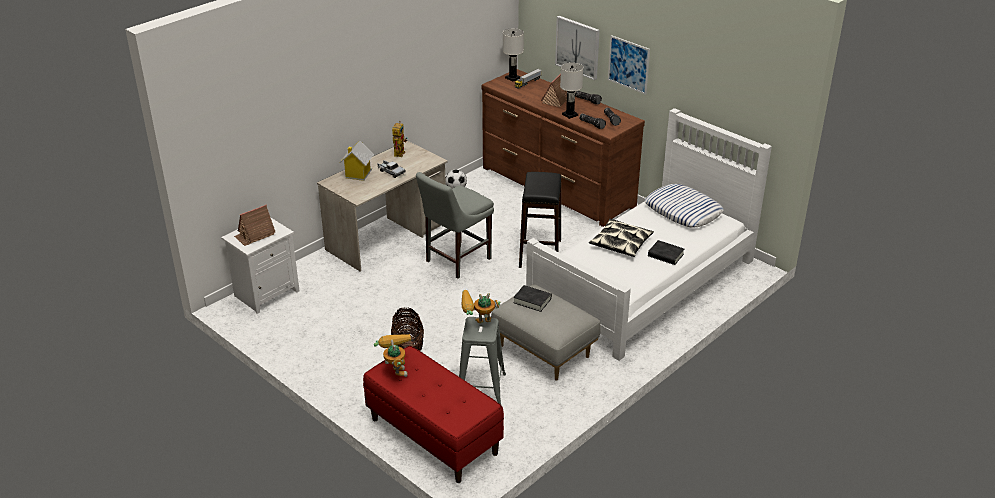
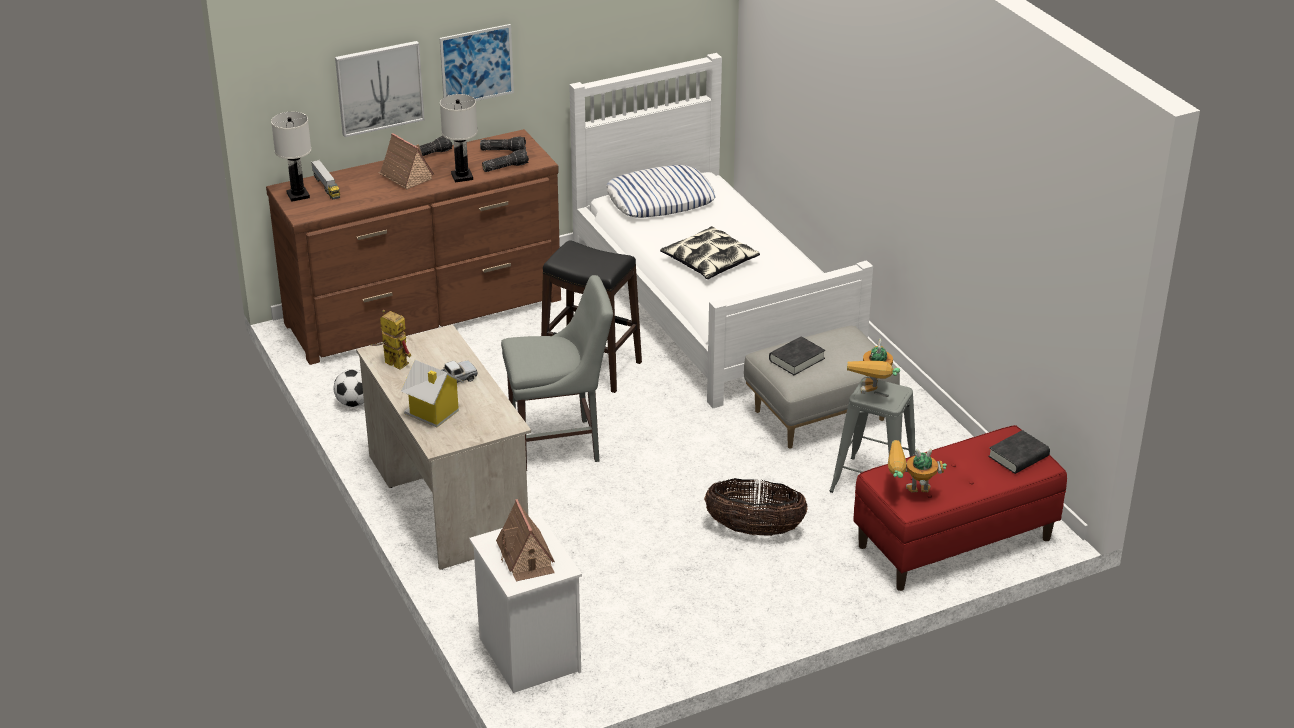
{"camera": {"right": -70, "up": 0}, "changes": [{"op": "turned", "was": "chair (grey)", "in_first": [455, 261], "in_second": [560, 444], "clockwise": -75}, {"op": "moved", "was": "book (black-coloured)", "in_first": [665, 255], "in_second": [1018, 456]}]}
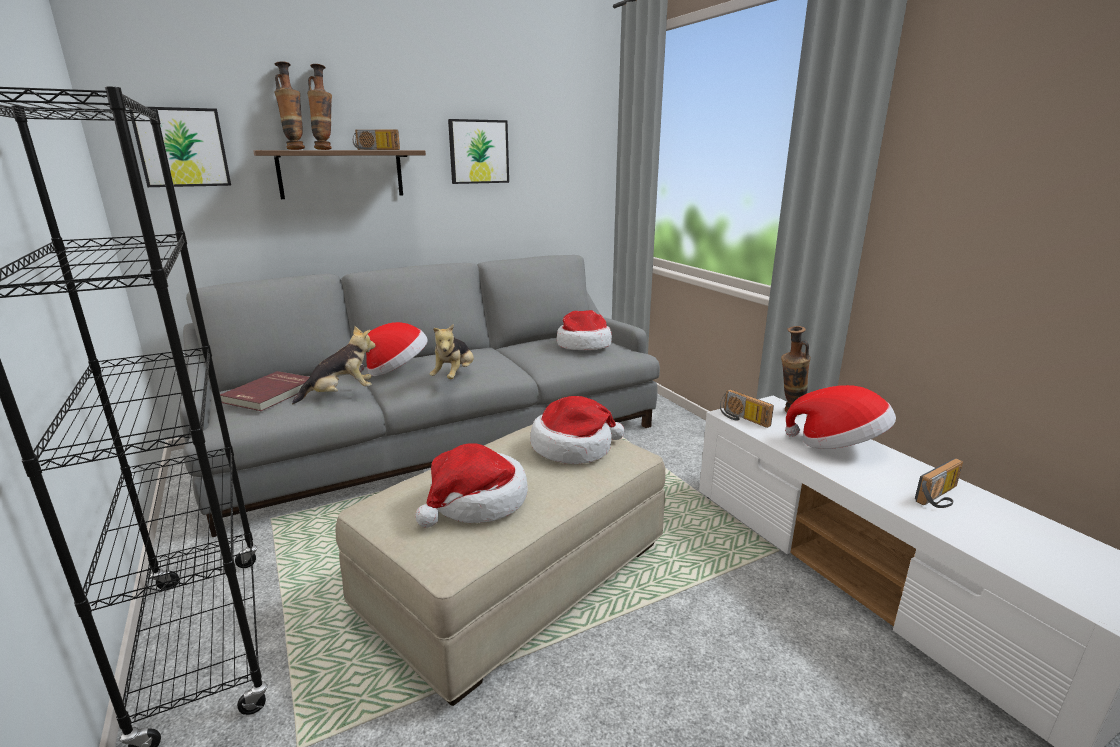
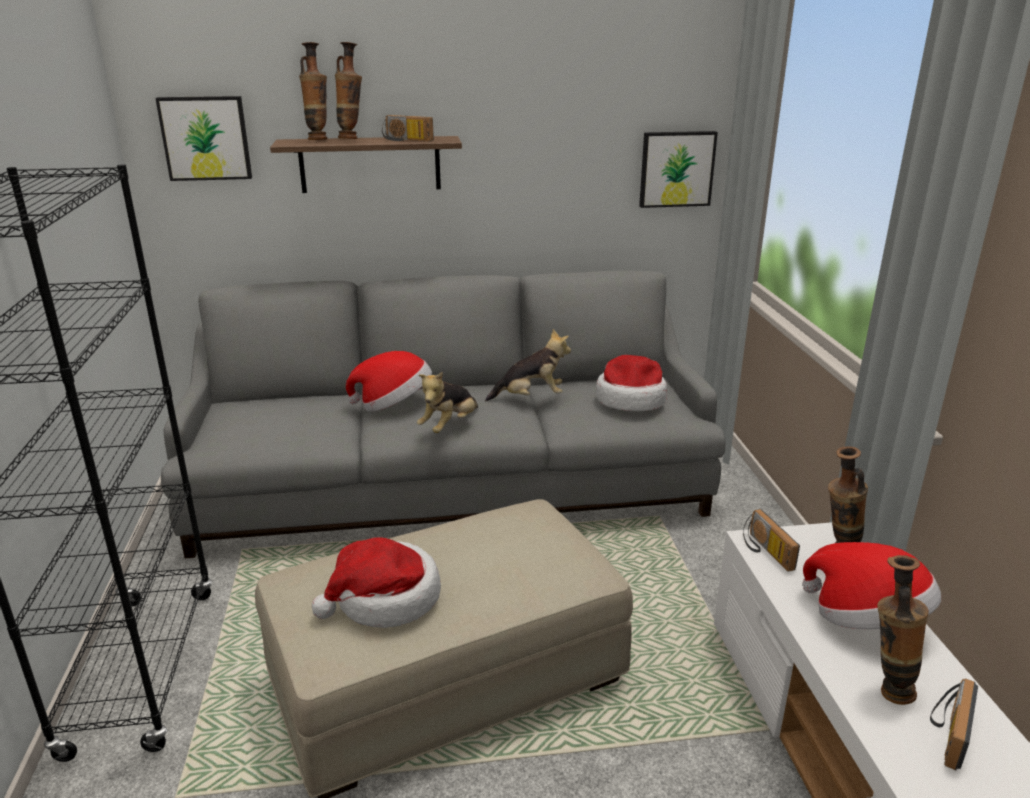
{"camera": {"right": 20, "up": 5}, "changes": [{"op": "moved", "was": "picture", "in_first": [478, 152], "in_second": [676, 169]}, {"op": "moved", "was": "cuddly toy", "in_first": [341, 394], "in_second": [531, 397]}, {"op": "removed", "was": "book (red-coloured)", "in_first": [271, 394]}, {"op": "removed", "was": "wearable hat", "in_first": [574, 447]}, {"op": "turned", "was": "radio receiver", "in_first": [941, 497], "in_second": [946, 731], "clockwise": 135}, {"op": "added", "now": "decorative vase", "in_second": [886, 688]}]}
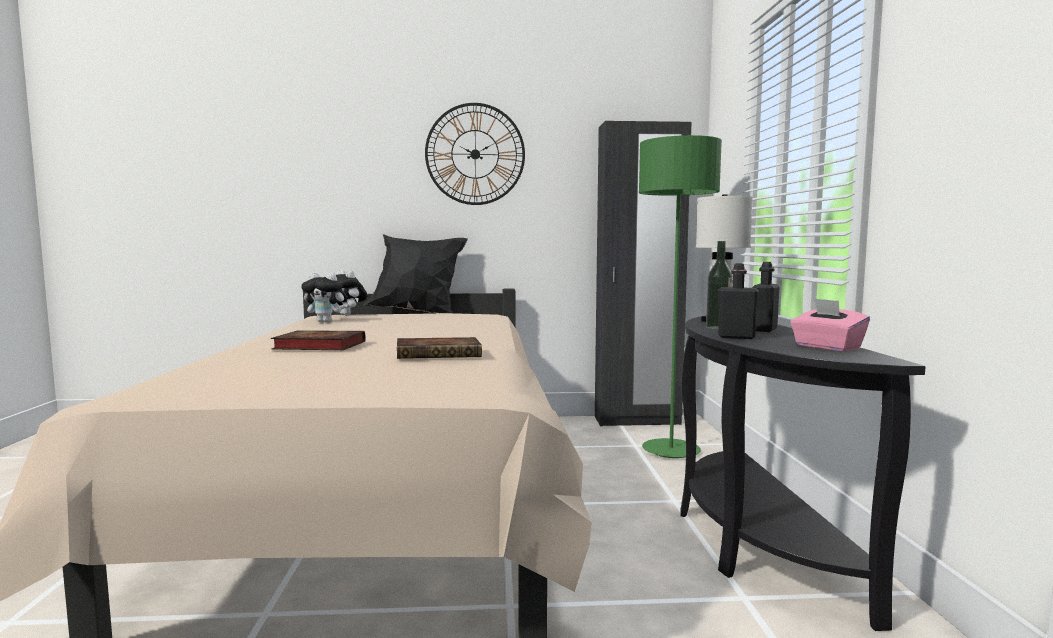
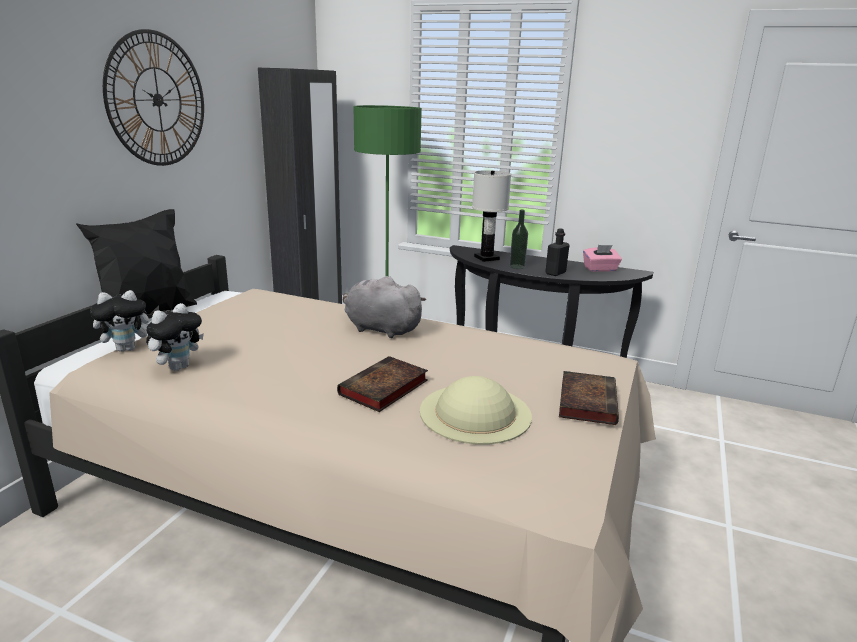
{"camera": {"right": -65, "up": 15}, "changes": [{"op": "removed", "was": "drink bottle (black-coloured)", "in_first": [763, 330]}, {"op": "moved", "was": "book", "in_first": [440, 354], "in_second": [586, 401]}, {"op": "added", "now": "cuddly toy (grey)", "in_second": [380, 329]}, {"op": "added", "now": "wearable hat (beige)", "in_second": [475, 413]}]}
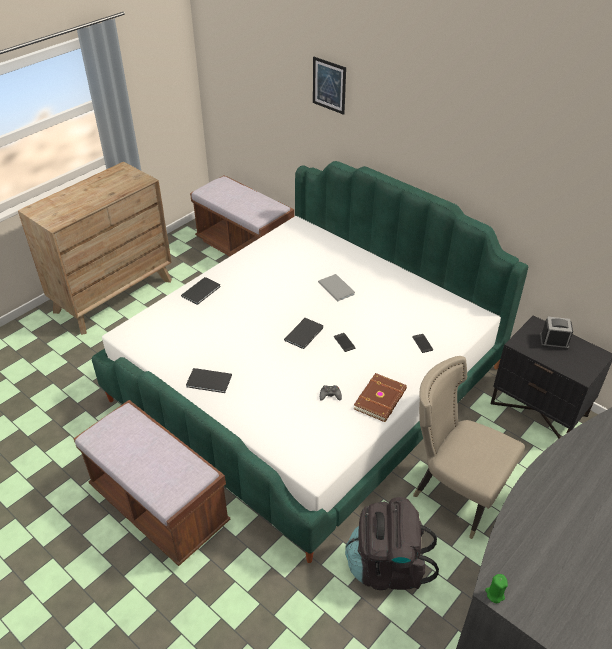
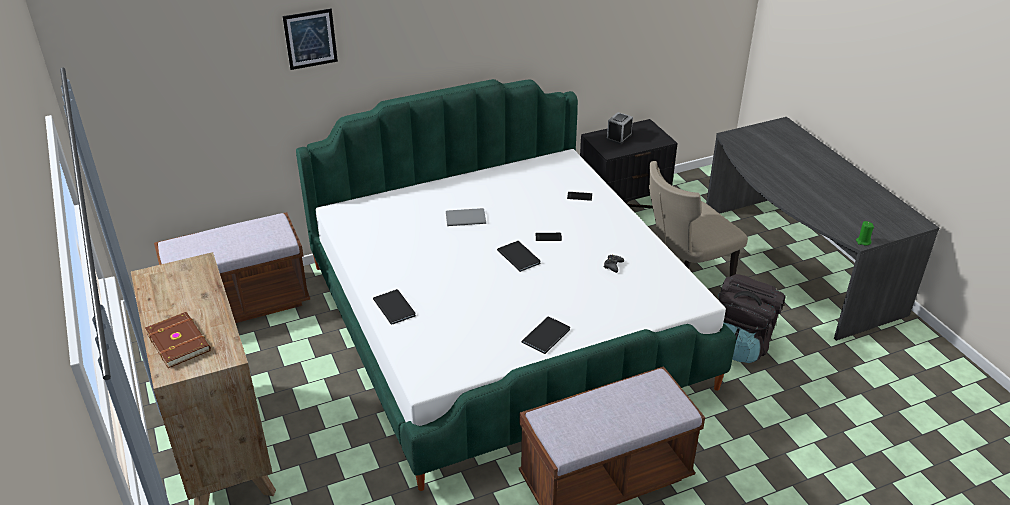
{"camera": {"right": -65, "up": -5}, "changes": [{"op": "moved", "was": "book (brownish)", "in_first": [381, 399], "in_second": [179, 341]}]}
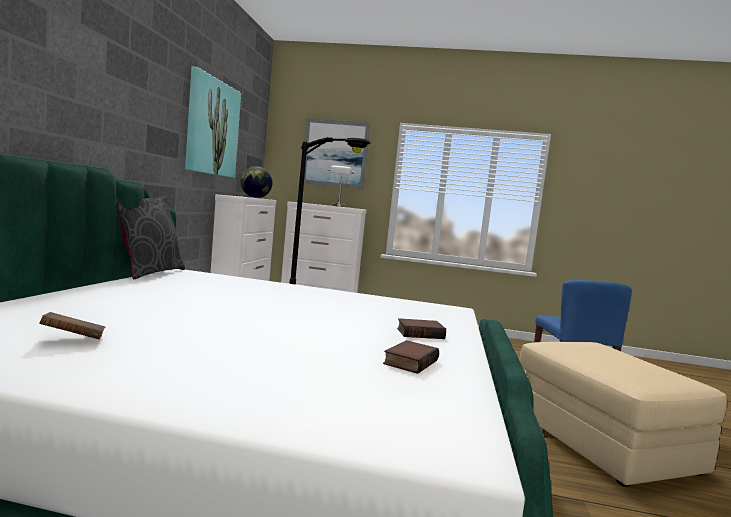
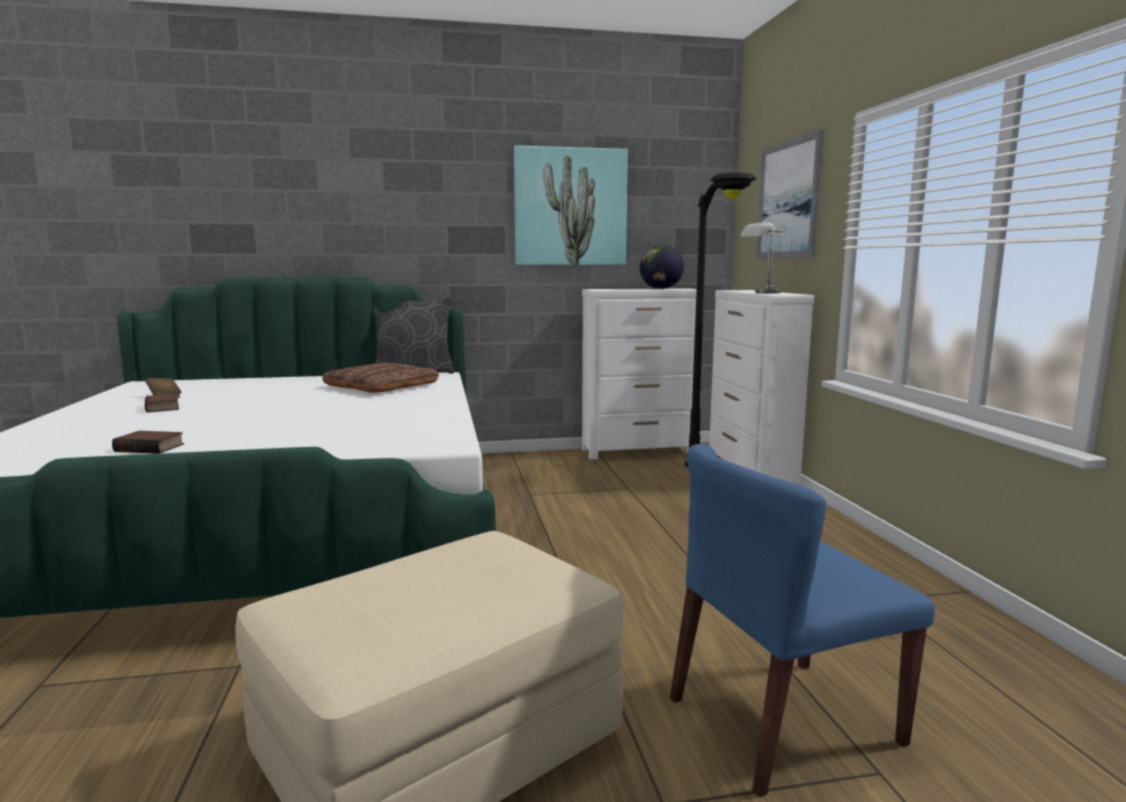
{"camera": {"right": 70, "up": 5}, "changes": [{"op": "moved", "was": "book", "in_first": [420, 333], "in_second": [164, 407]}, {"op": "added", "now": "throw pillow (brownish)", "in_second": [381, 386]}]}
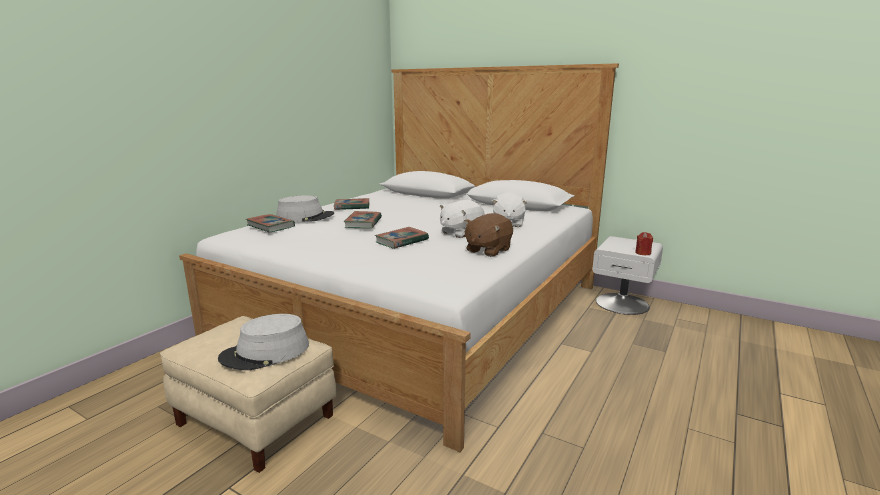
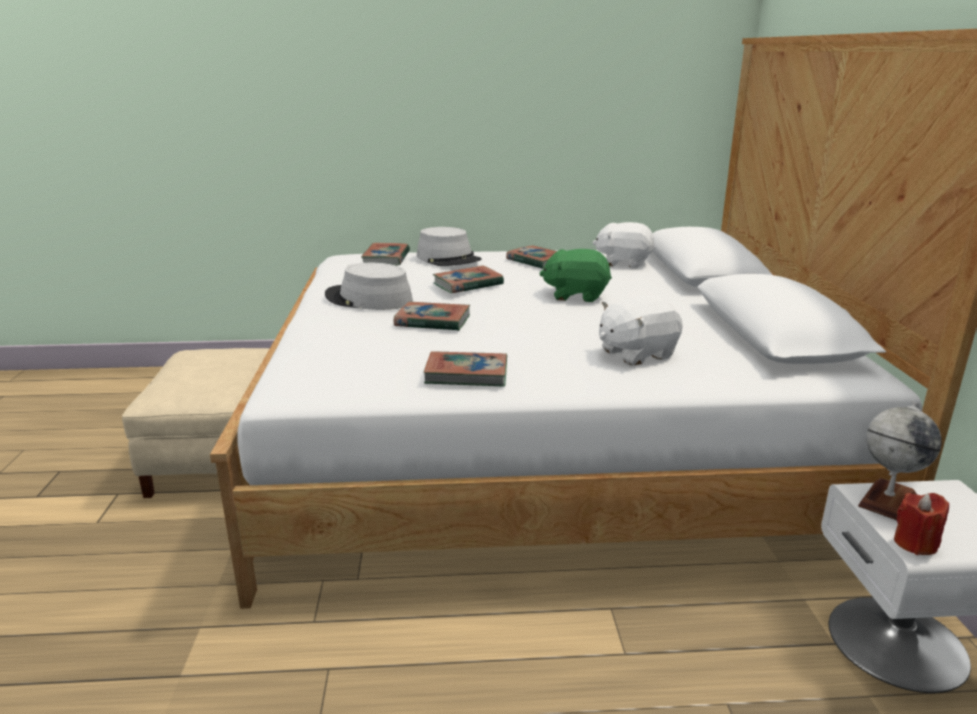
{"camera": {"right": 55, "up": 5}, "changes": [{"op": "moved", "was": "cuddly toy (white-coloured)", "in_first": [461, 233], "in_second": [623, 263]}, {"op": "replaced", "was": "cuddly toy (brownish)", "now": "book", "in_first": [487, 250], "in_second": [466, 374]}, {"op": "moved", "was": "wearable hat (grey)", "in_first": [265, 352], "in_second": [368, 299]}, {"op": "added", "now": "cuddly toy (green-coloured)", "in_second": [576, 295]}, {"op": "added", "now": "world globe", "in_second": [887, 500]}]}
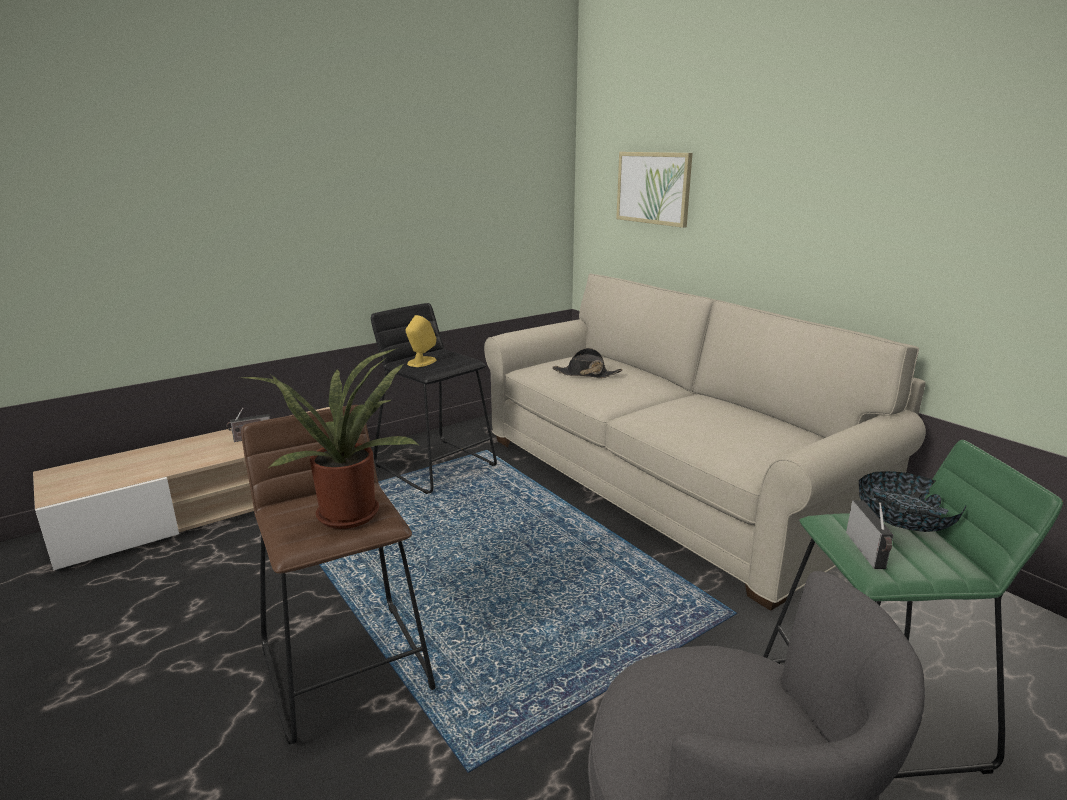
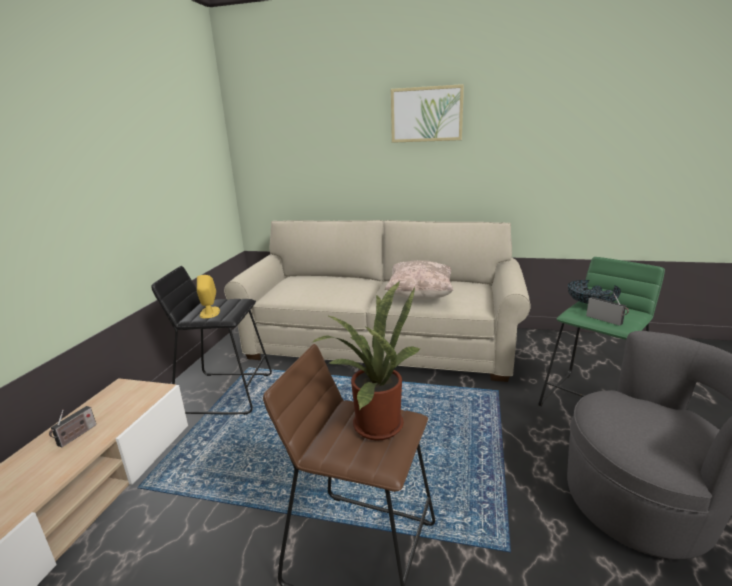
{"camera": {"right": -40, "up": 0}, "changes": [{"op": "moved", "was": "picture", "in_first": [653, 188], "in_second": [426, 114]}, {"op": "removed", "was": "wearable hat (black-coloured)", "in_first": [586, 374]}, {"op": "added", "now": "throw pillow (beige)", "in_second": [420, 295]}]}
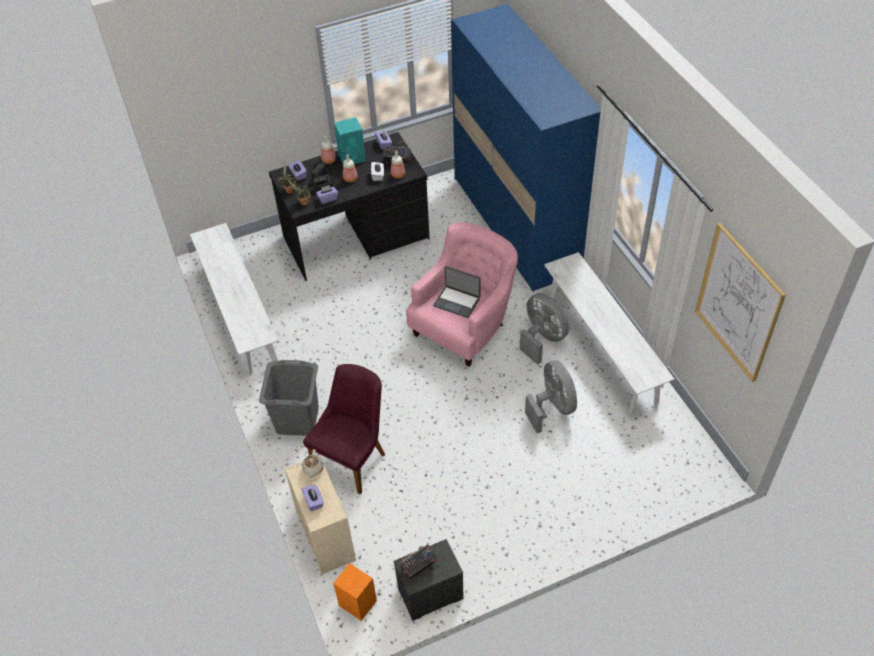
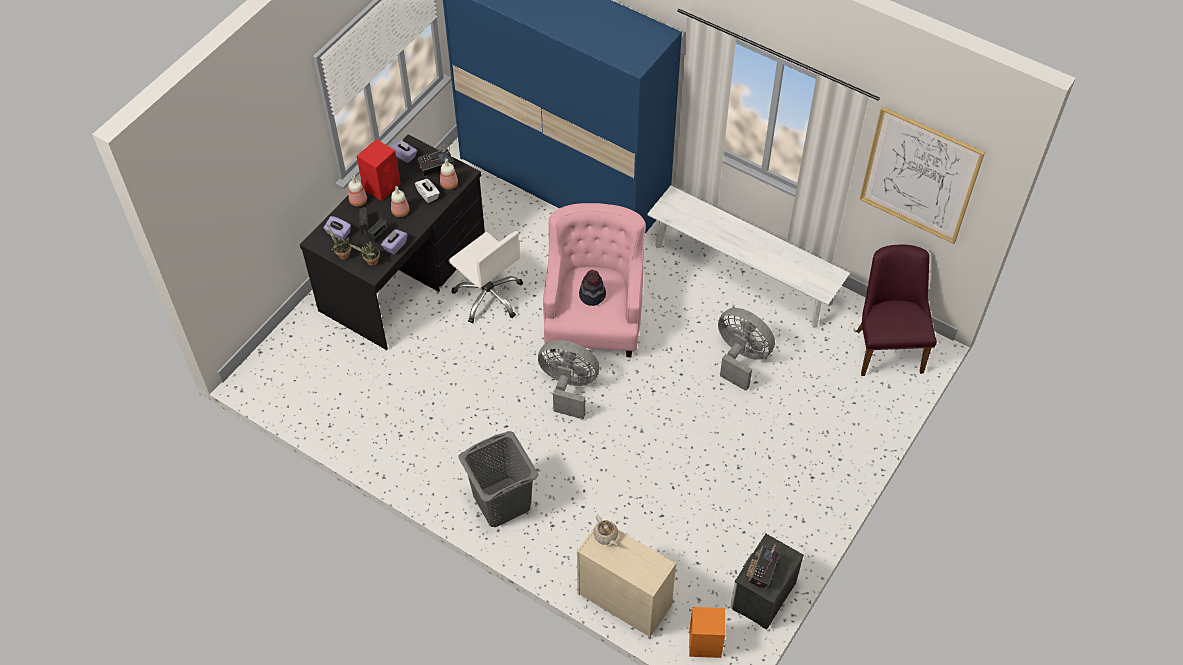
{"camera": {"right": -35, "up": 5}, "changes": [{"op": "recoloured", "was": "speaker (turquoise)", "now": "speaker (red-coloured)", "in_first": [352, 157], "in_second": [382, 186]}, {"op": "removed", "was": "long seat (white-coloured)", "in_first": [240, 314]}, {"op": "replaced", "was": "portable computer", "now": "wearable hat", "in_first": [457, 301], "in_second": [592, 295]}, {"op": "moved", "was": "cooling fan (grey)", "in_first": [542, 339], "in_second": [568, 387]}, {"op": "moved", "was": "chair (purple-coloured)", "in_first": [354, 457], "in_second": [886, 345]}, {"op": "removed", "was": "tissue holder (purple-coloured)", "in_first": [314, 501]}, {"op": "added", "now": "computer chair (white-coloured)", "in_second": [489, 296]}]}
